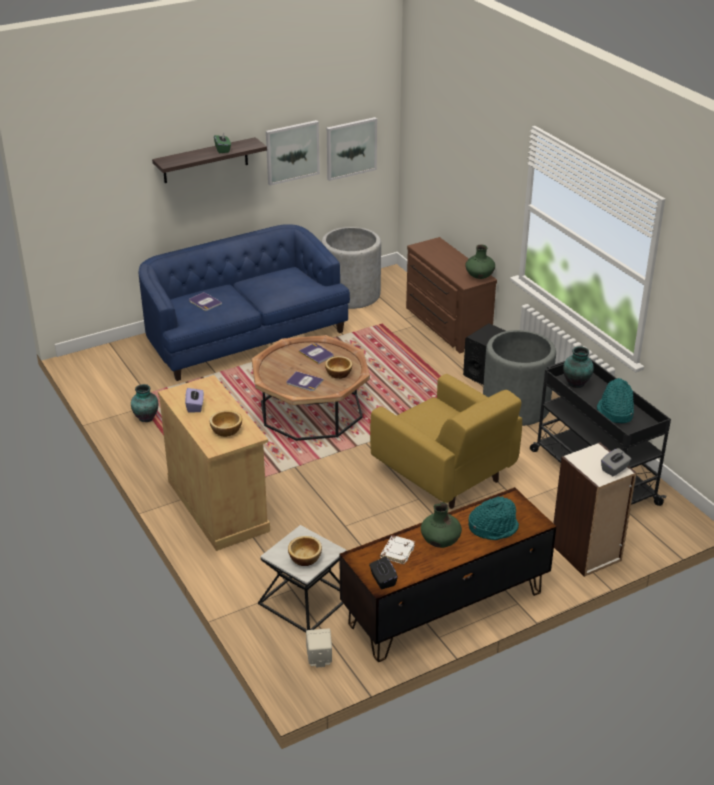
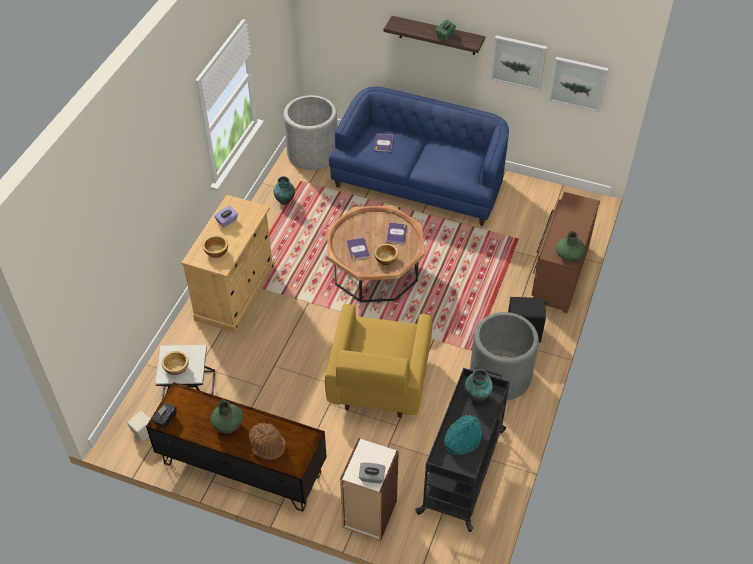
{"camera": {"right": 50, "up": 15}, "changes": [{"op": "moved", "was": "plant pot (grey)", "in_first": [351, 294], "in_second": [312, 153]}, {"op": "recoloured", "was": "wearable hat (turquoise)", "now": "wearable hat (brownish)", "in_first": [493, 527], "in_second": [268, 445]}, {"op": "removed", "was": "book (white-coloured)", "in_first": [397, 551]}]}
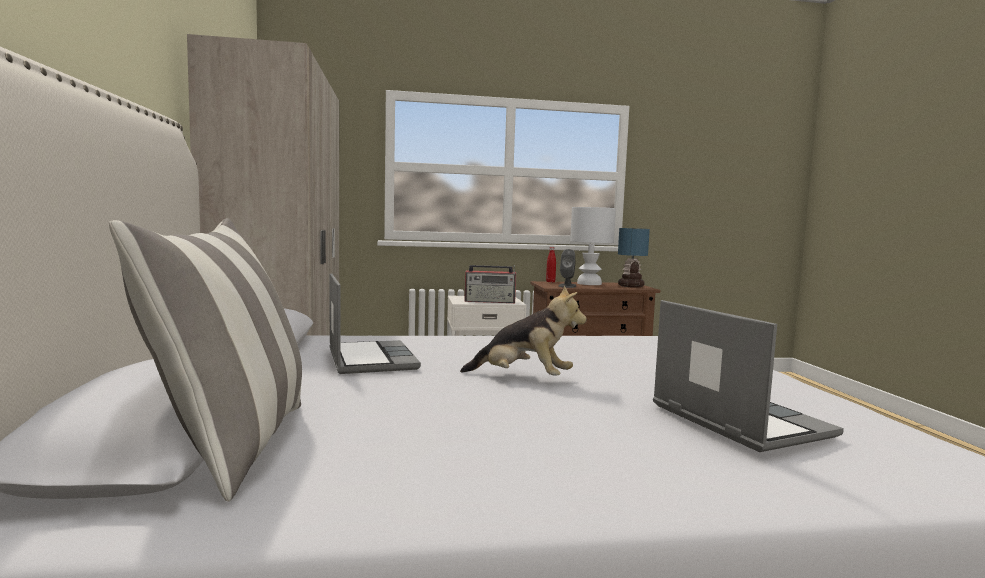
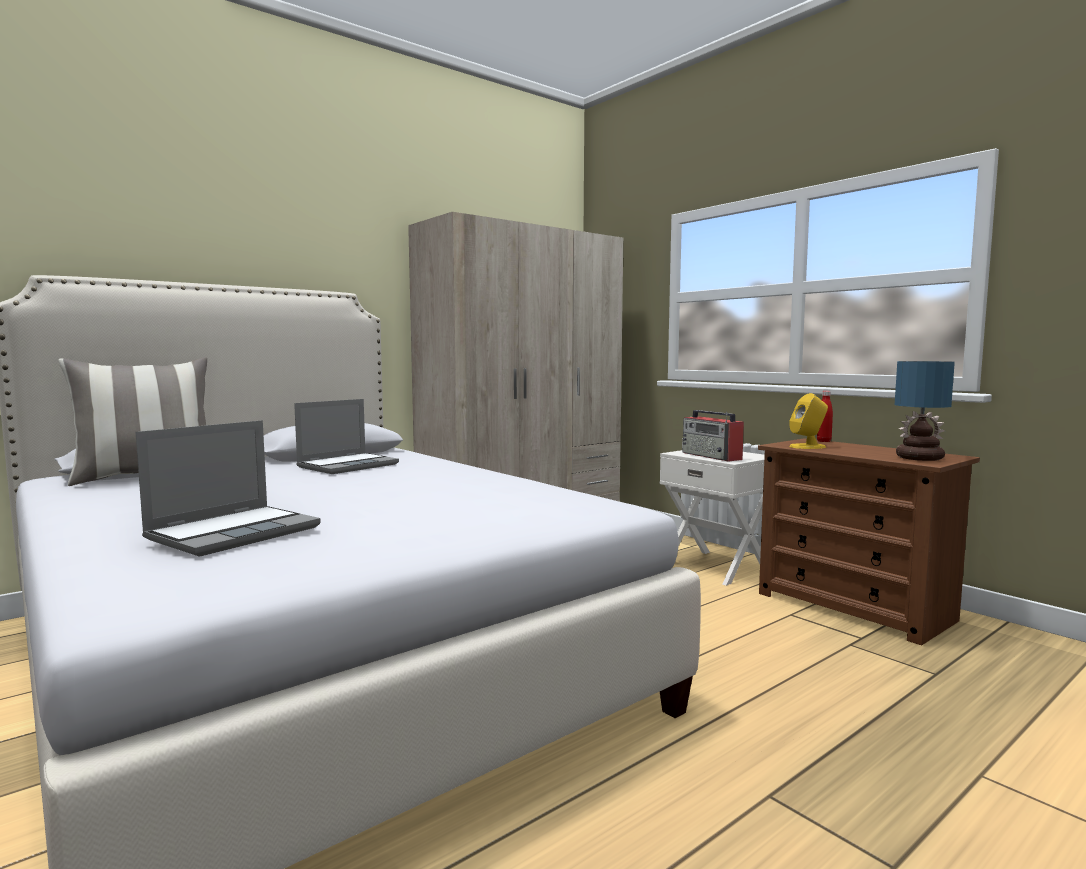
{"camera": {"right": 60, "up": 0}, "changes": [{"op": "removed", "was": "lamp for a table (white-coloured)", "in_first": [590, 283]}, {"op": "recoloured", "was": "speaker (grey)", "now": "speaker (yellow)", "in_first": [567, 286], "in_second": [808, 447]}, {"op": "removed", "was": "cuddly toy", "in_first": [523, 379]}]}
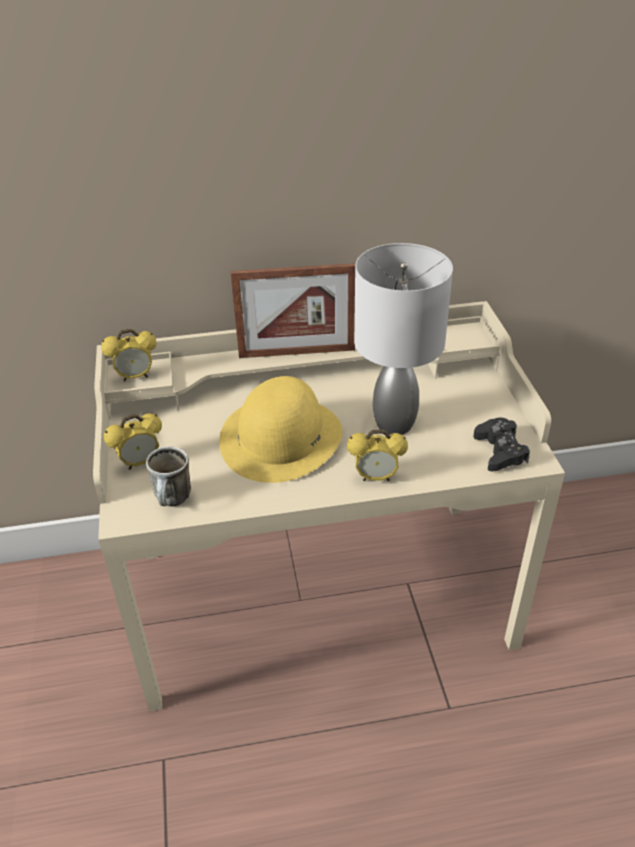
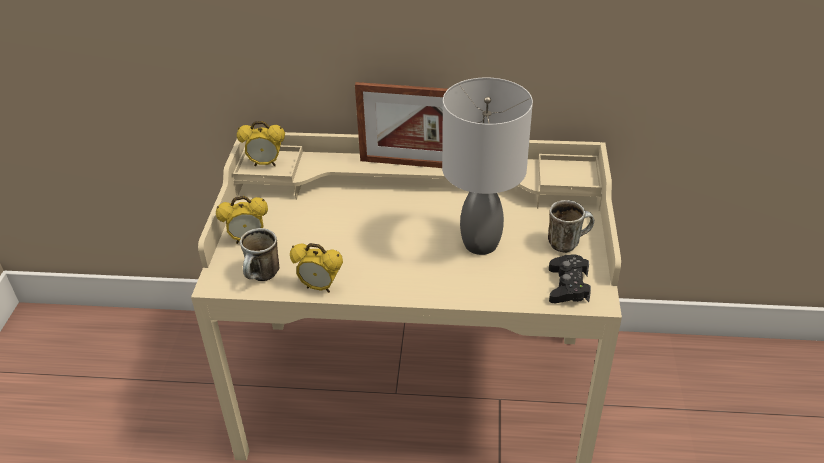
{"camera": {"right": 15, "up": 0}, "changes": [{"op": "removed", "was": "wearable hat (yellow)", "in_first": [281, 437]}, {"op": "moved", "was": "table clock", "in_first": [376, 477], "in_second": [319, 287]}, {"op": "added", "now": "mug", "in_second": [567, 242]}]}
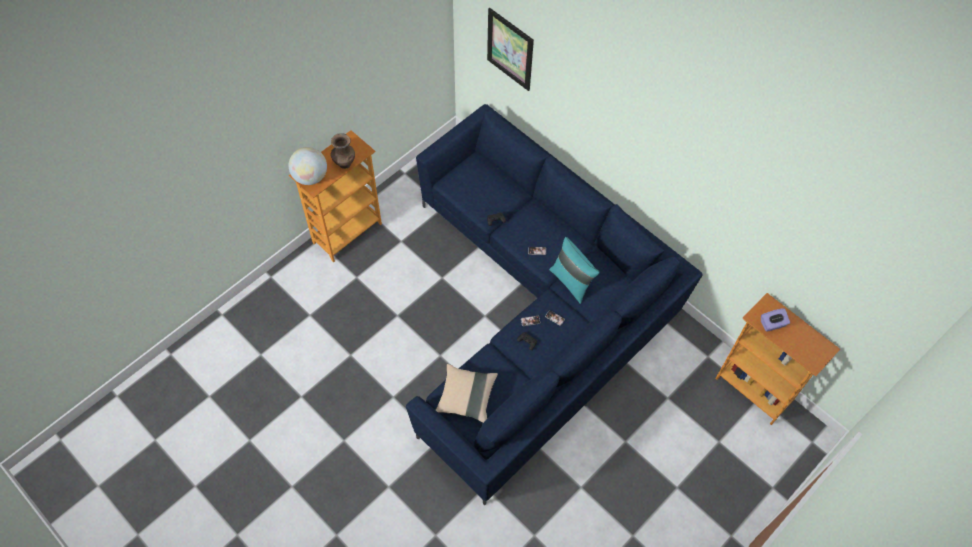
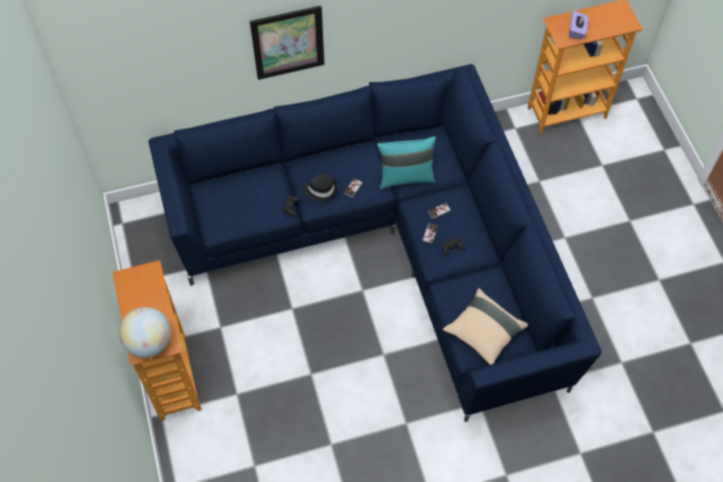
{"camera": {"right": -60, "up": 0}, "changes": [{"op": "moved", "was": "picture", "in_first": [510, 49], "in_second": [288, 42]}, {"op": "removed", "was": "decorative vase (brownish)", "in_first": [344, 163]}, {"op": "added", "now": "wearable hat (black-coloured)", "in_second": [321, 189]}]}
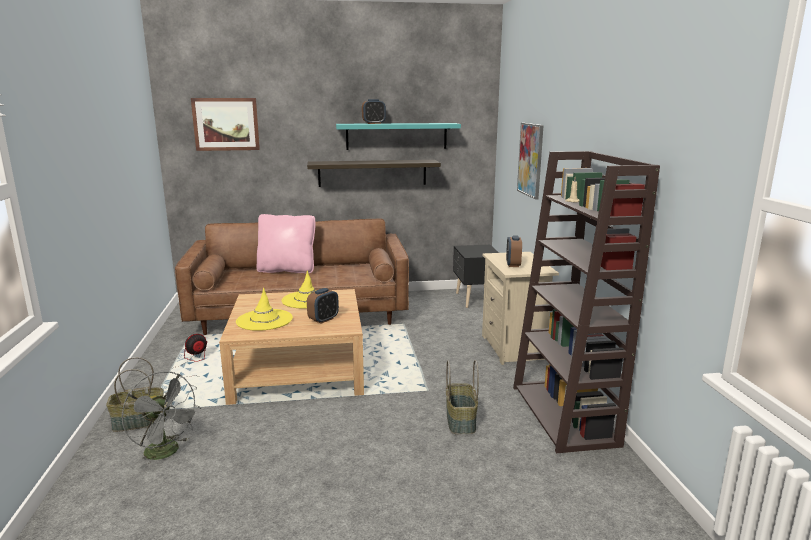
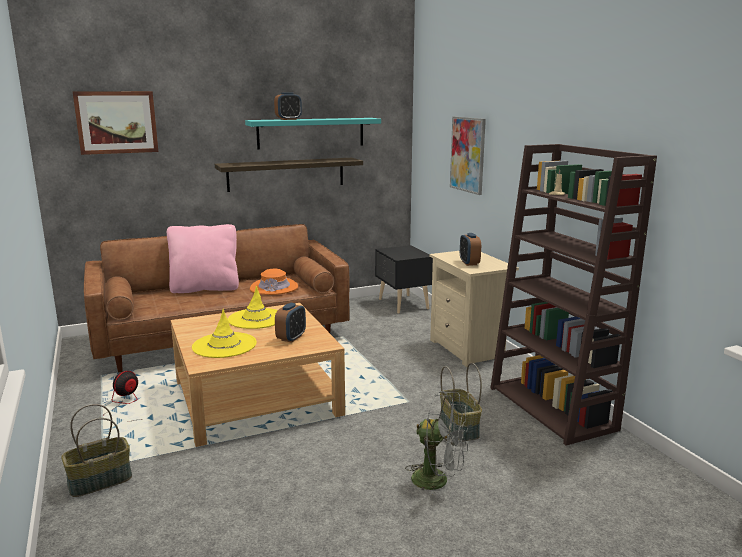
{"camera": {"right": -15, "up": 0}, "changes": [{"op": "moved", "was": "cooling fan (grey)", "in_first": [167, 453], "in_second": [438, 481]}, {"op": "added", "now": "wearable hat (orangey)", "in_second": [274, 288]}]}
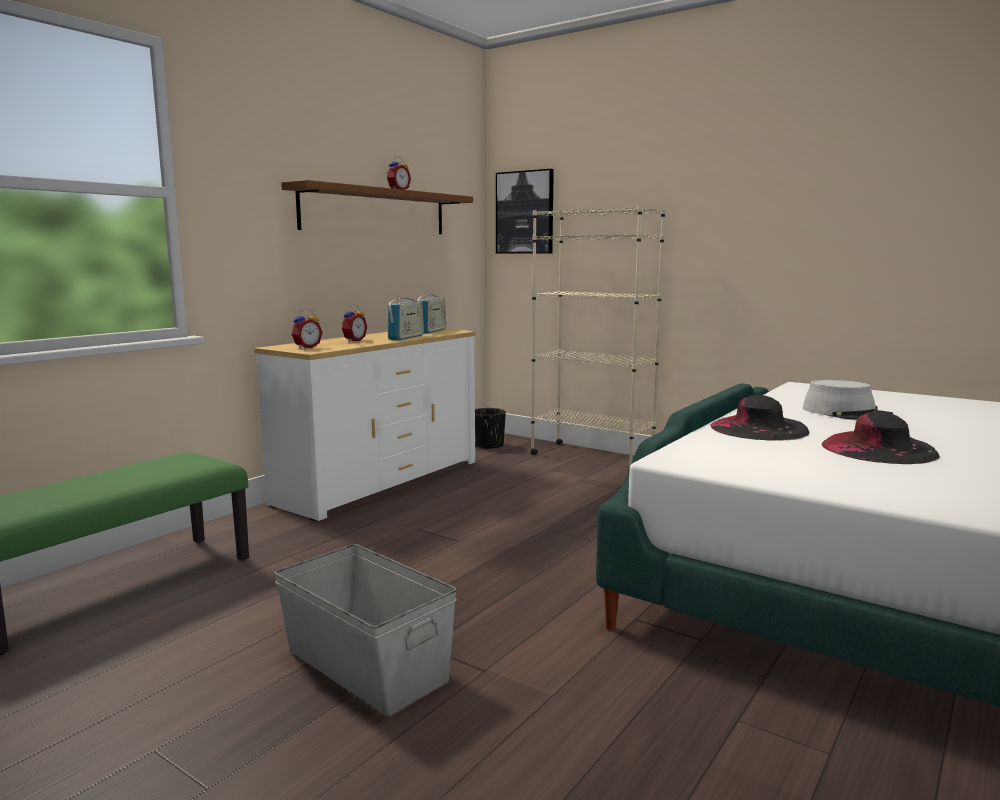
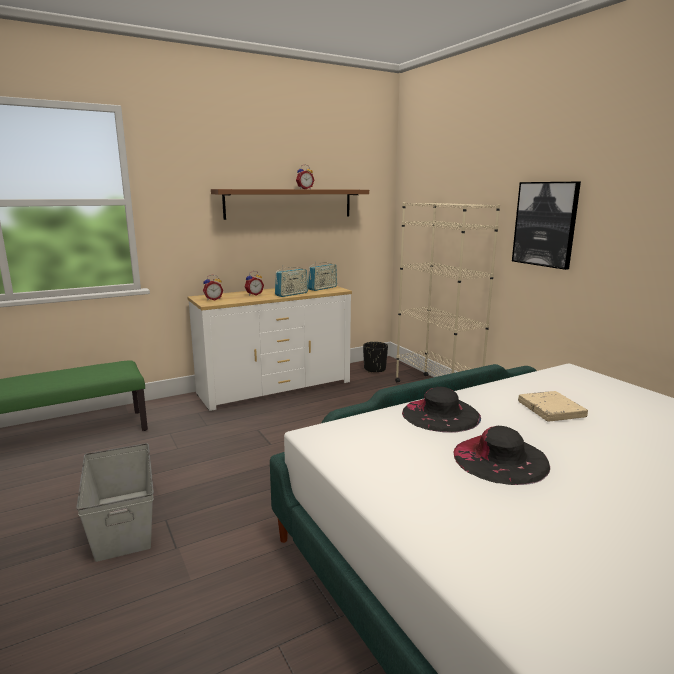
{"camera": {"right": 25, "up": 5}, "changes": [{"op": "moved", "was": "picture", "in_first": [525, 212], "in_second": [545, 224]}, {"op": "replaced", "was": "wearable hat (grey)", "now": "book (beige)", "in_first": [846, 413], "in_second": [551, 410]}]}
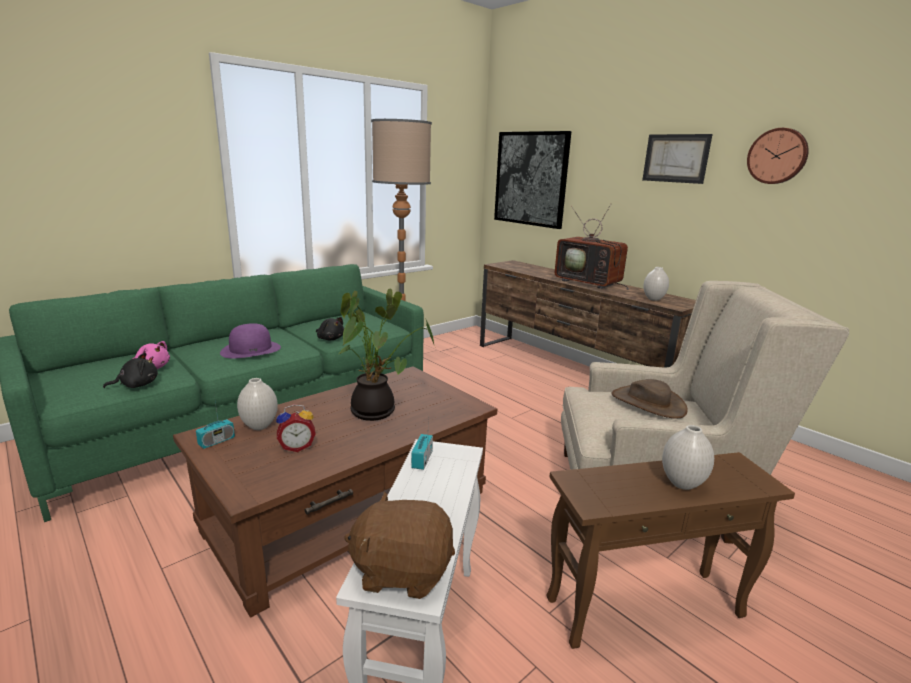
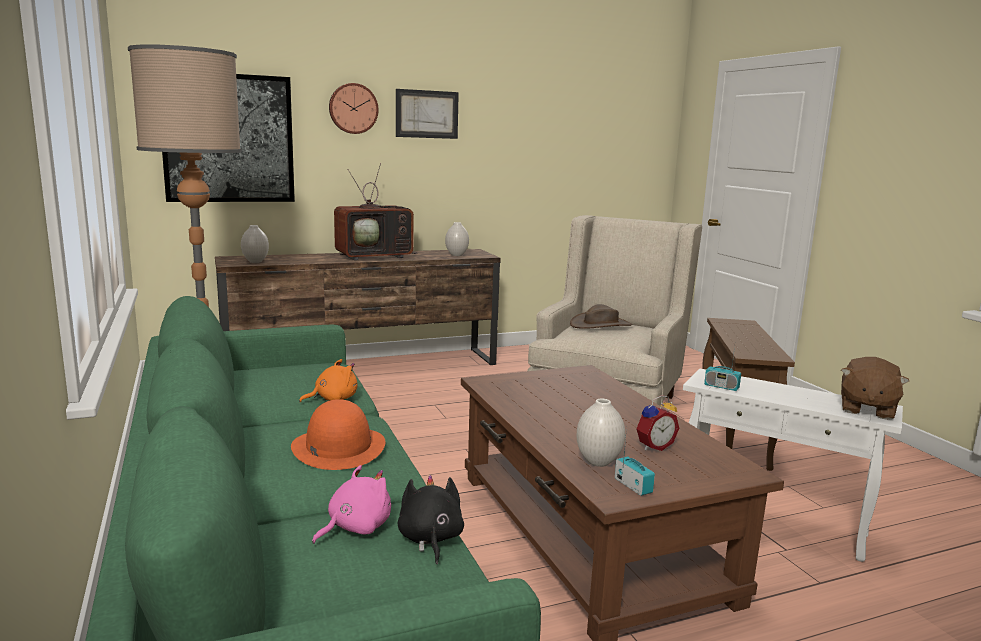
{"camera": {"right": -70, "up": -5}, "changes": [{"op": "moved", "was": "hanging clock", "in_first": [777, 156], "in_second": [353, 108]}, {"op": "removed", "was": "plant in a pot", "in_first": [377, 411]}, {"op": "recoloured", "was": "cuddly toy (black-coloured)", "now": "cuddly toy (orangey)", "in_first": [330, 339], "in_second": [333, 399]}, {"op": "recoloured", "was": "wearable hat (purple-coloured)", "now": "wearable hat (orangey)", "in_first": [251, 349], "in_second": [338, 447]}, {"op": "turned", "was": "table clock", "in_first": [297, 447], "in_second": [653, 446], "clockwise": 60}, {"op": "moved", "was": "decorative vase (white-coloured)", "in_first": [683, 484], "in_second": [255, 261]}]}
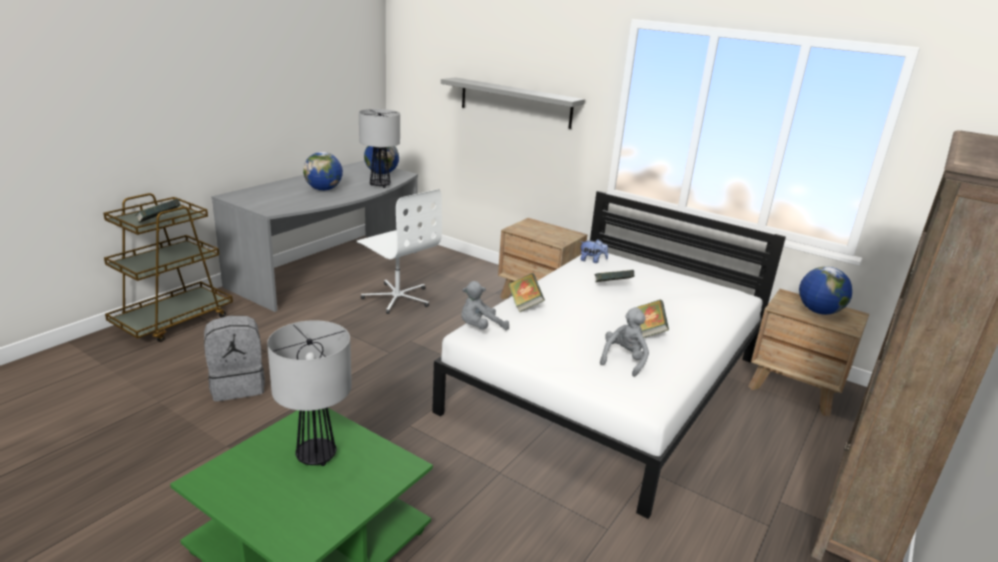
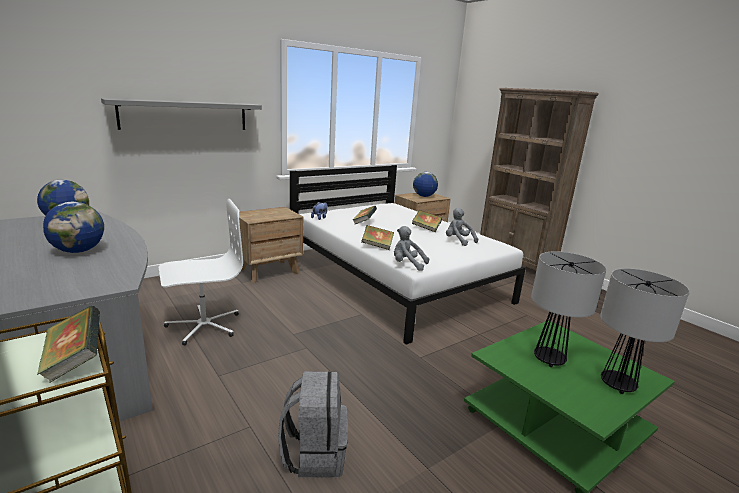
{"camera": {"right": -70, "up": -5}, "changes": [{"op": "moved", "was": "lamp for a table", "in_first": [380, 185], "in_second": [617, 385]}, {"op": "turned", "was": "cuddly toy (grey)", "in_first": [480, 328], "in_second": [407, 264], "clockwise": 120}]}
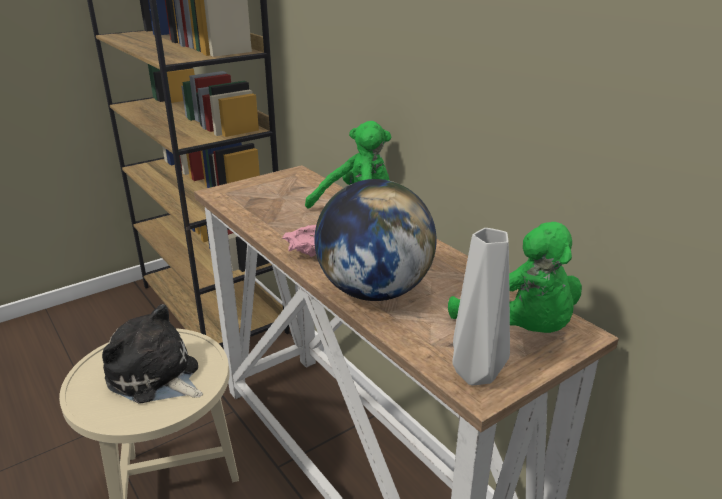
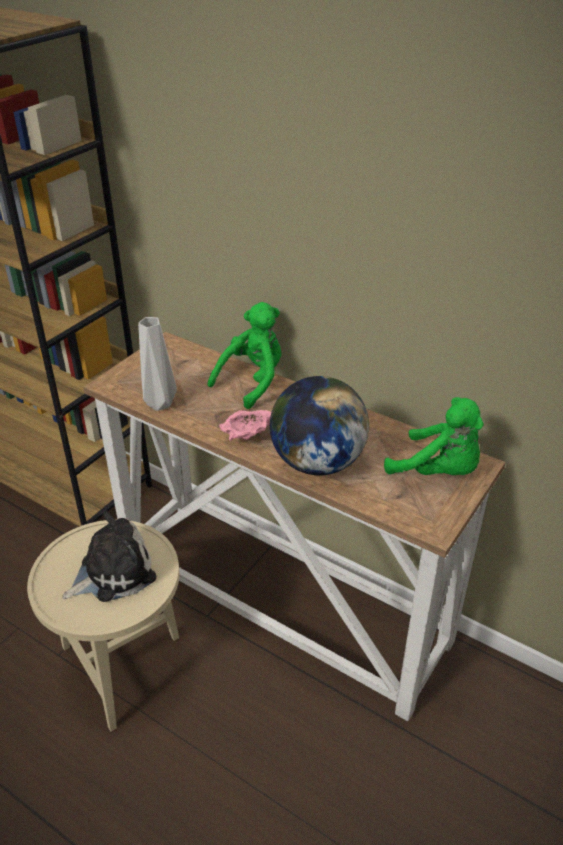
{"camera": {"right": -20, "up": 10}, "changes": [{"op": "moved", "was": "decorative vase (grey)", "in_first": [473, 373], "in_second": [158, 403]}, {"op": "turned", "was": "cuddly toy", "in_first": [156, 377], "in_second": [113, 572], "clockwise": 135}]}
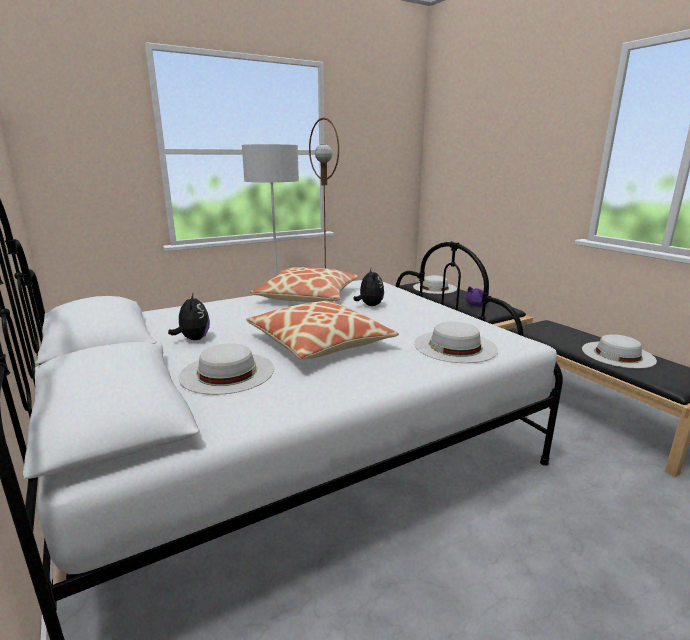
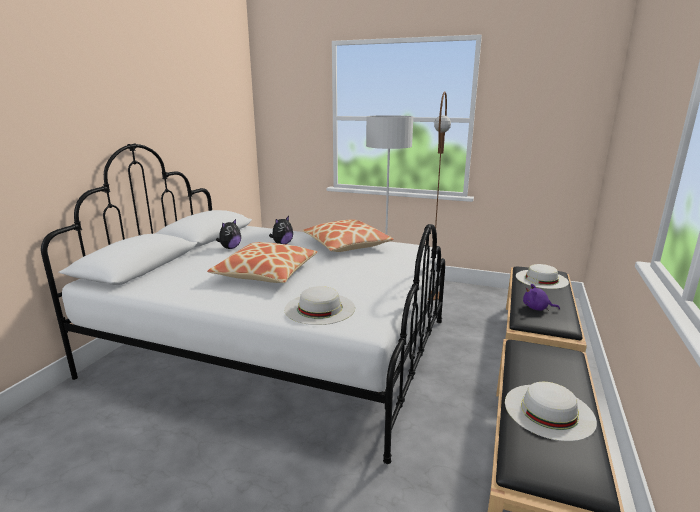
{"camera": {"right": 50, "up": 0}, "changes": [{"op": "moved", "was": "cuddly toy", "in_first": [369, 305], "in_second": [282, 244]}, {"op": "removed", "was": "wearable hat (white-coloured)", "in_first": [227, 372]}]}
